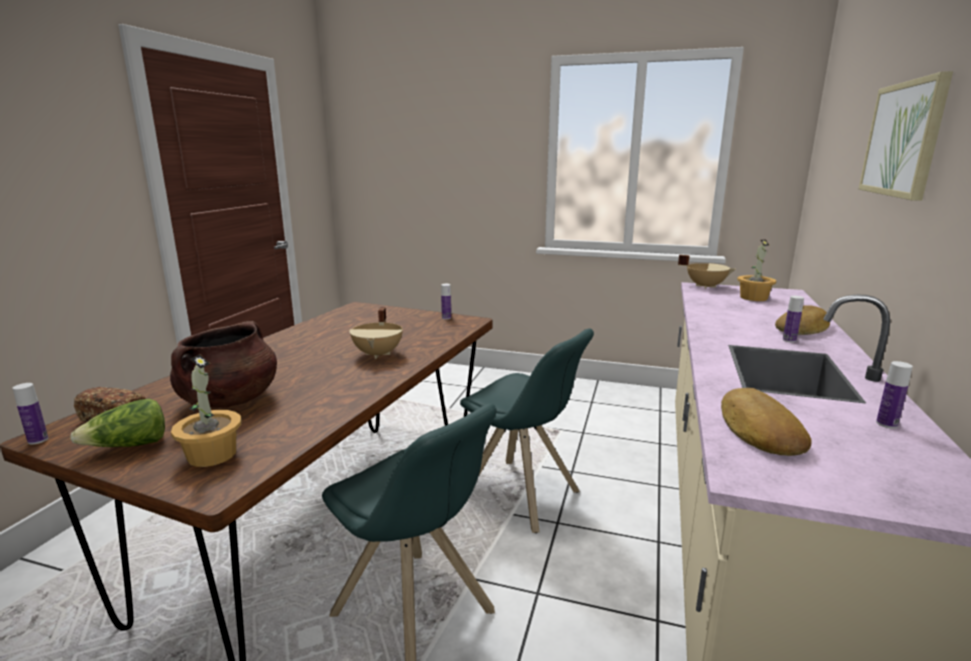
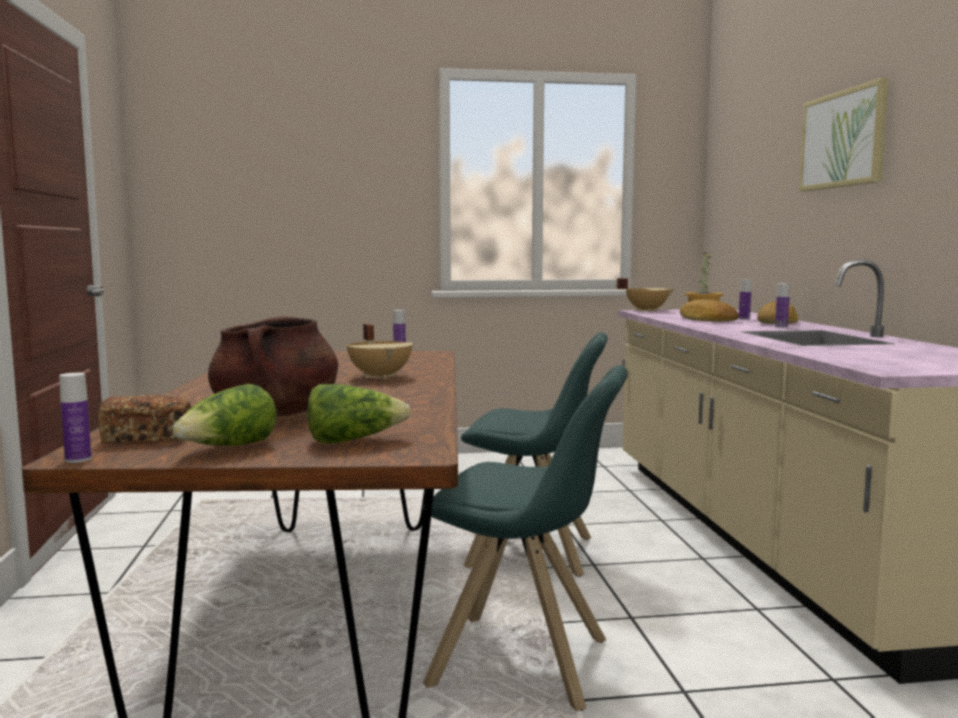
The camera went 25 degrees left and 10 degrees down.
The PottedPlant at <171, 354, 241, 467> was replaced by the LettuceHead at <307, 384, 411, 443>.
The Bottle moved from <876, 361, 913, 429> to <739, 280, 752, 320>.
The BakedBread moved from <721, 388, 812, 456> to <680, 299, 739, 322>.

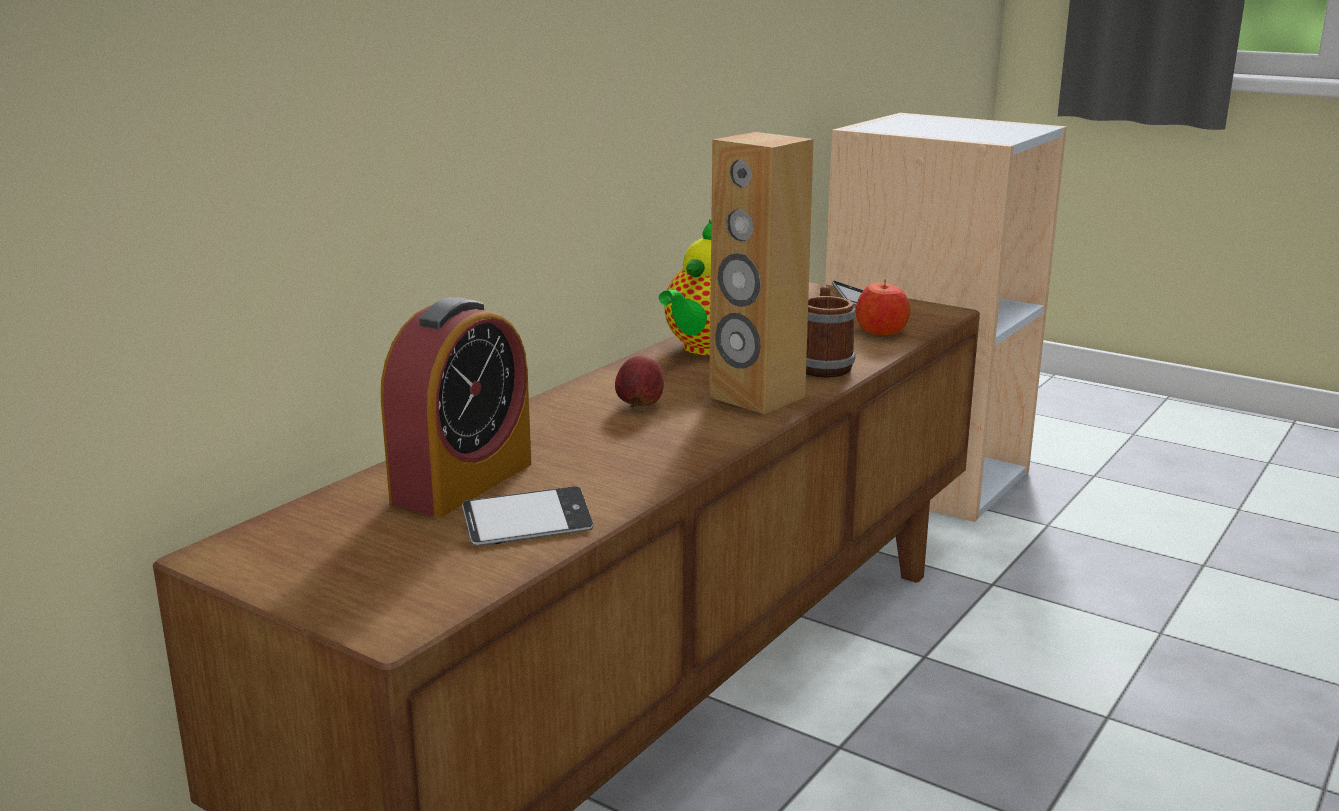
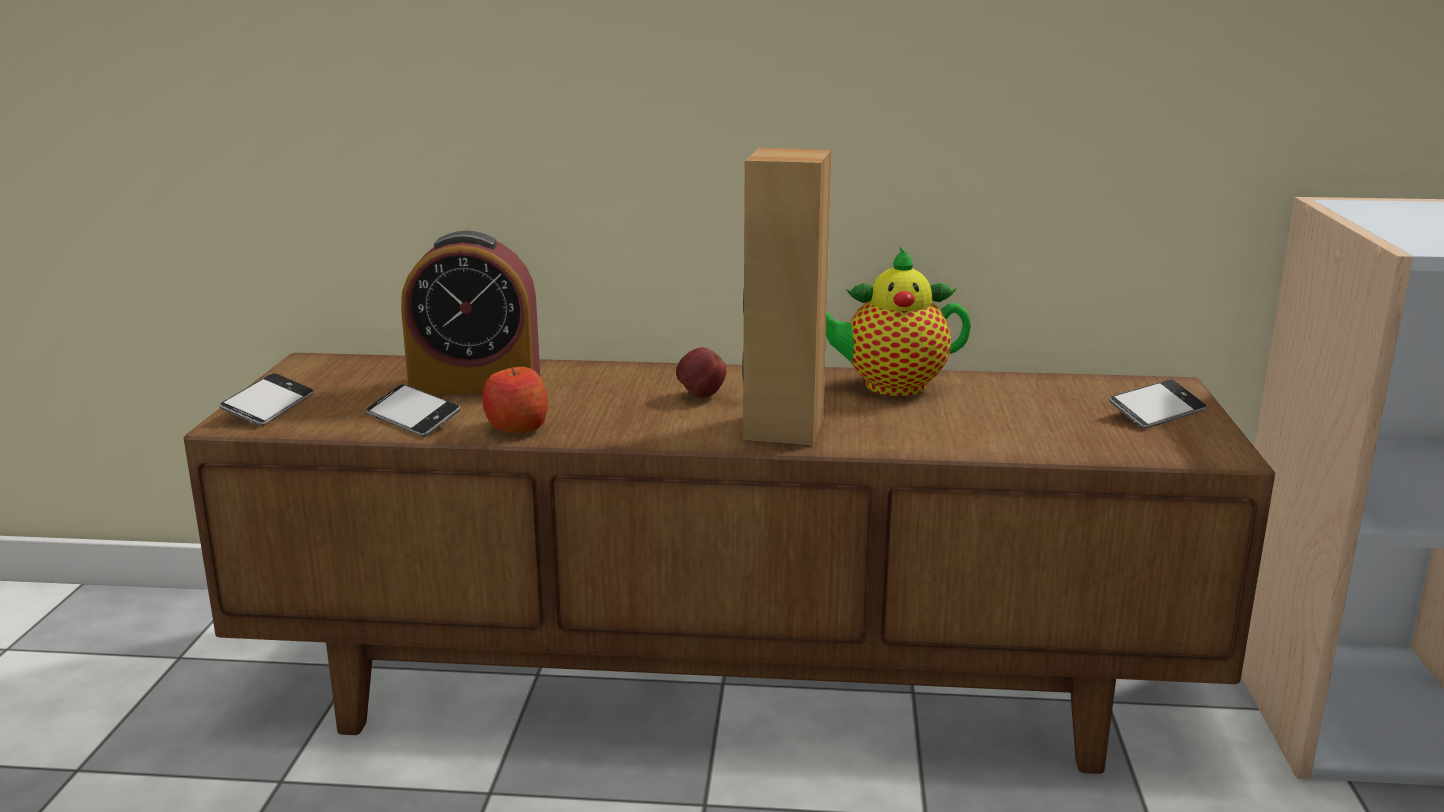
The camera went 60 degrees right and 0 degrees up.
The Apple moved from <855, 279, 910, 335> to <482, 364, 548, 433>.
The CoffeeMug at <806, 286, 856, 378> disappeared.
The Phone at <219, 373, 313, 426> appeared.

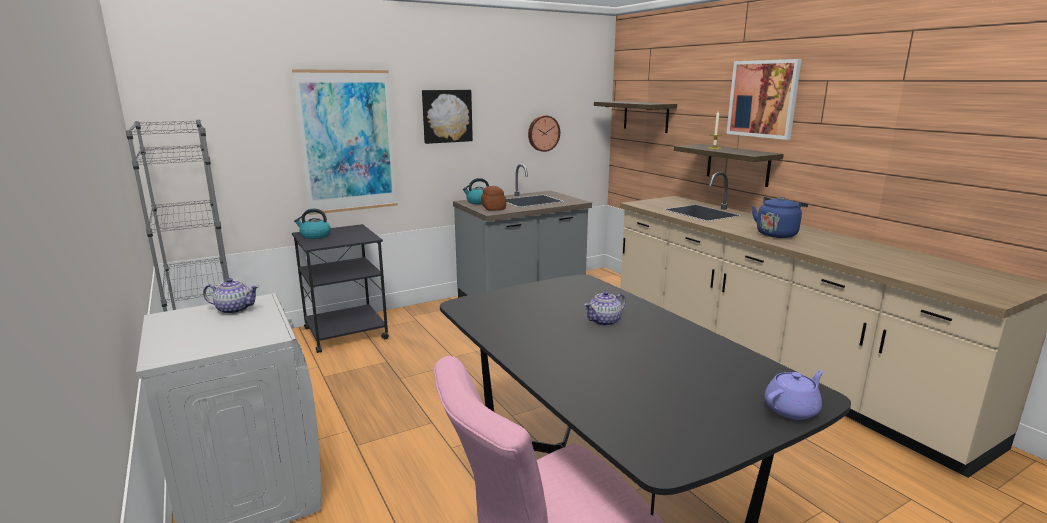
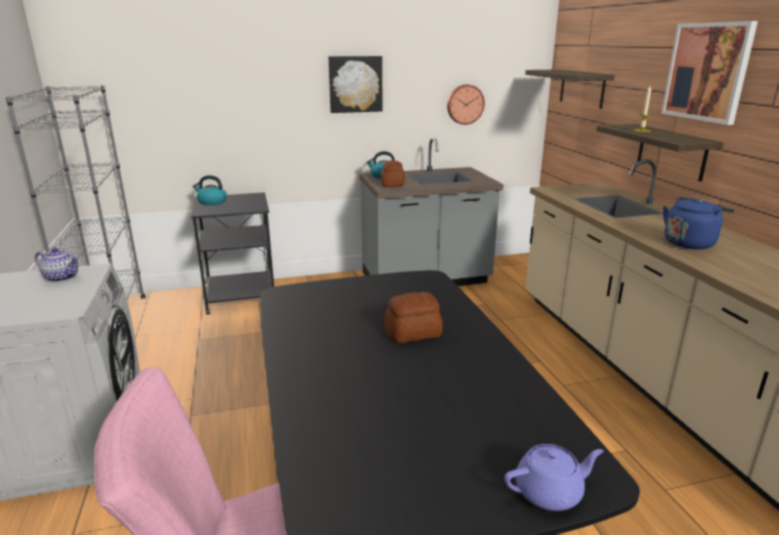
The camera went 15 degrees right and 5 degrees up.
The Picture at <292, 69, 398, 215> disappeared.
The PotForTea at <584, 291, 626, 326> was replaced by the BakedBread at <384, 292, 443, 344>.

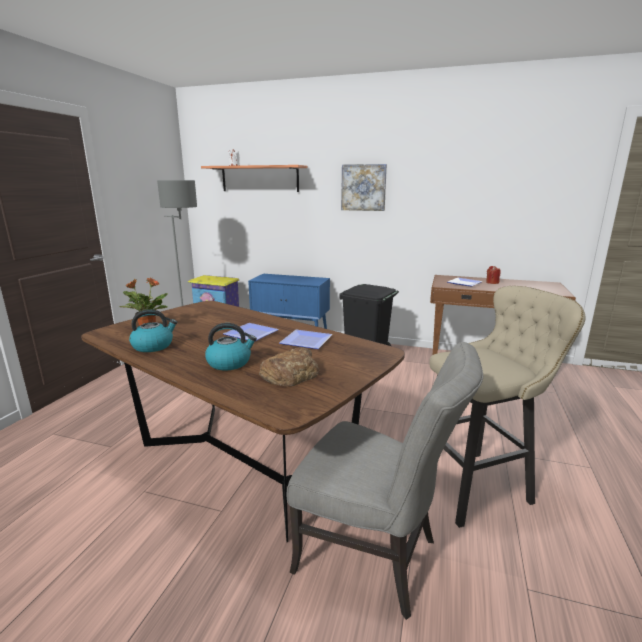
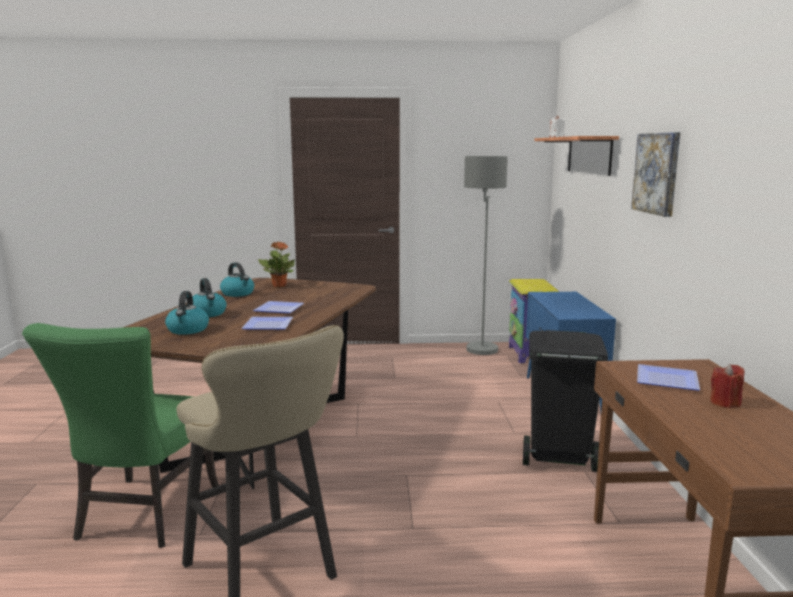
The camera went 70 degrees right and 5 degrees down.
The GrayChair at <287, 342, 483, 620> became the GreenChair at <22, 323, 219, 548>.
The BakedBread at <259, 347, 319, 386> was replaced by the TeaKettle at <165, 291, 209, 335>.

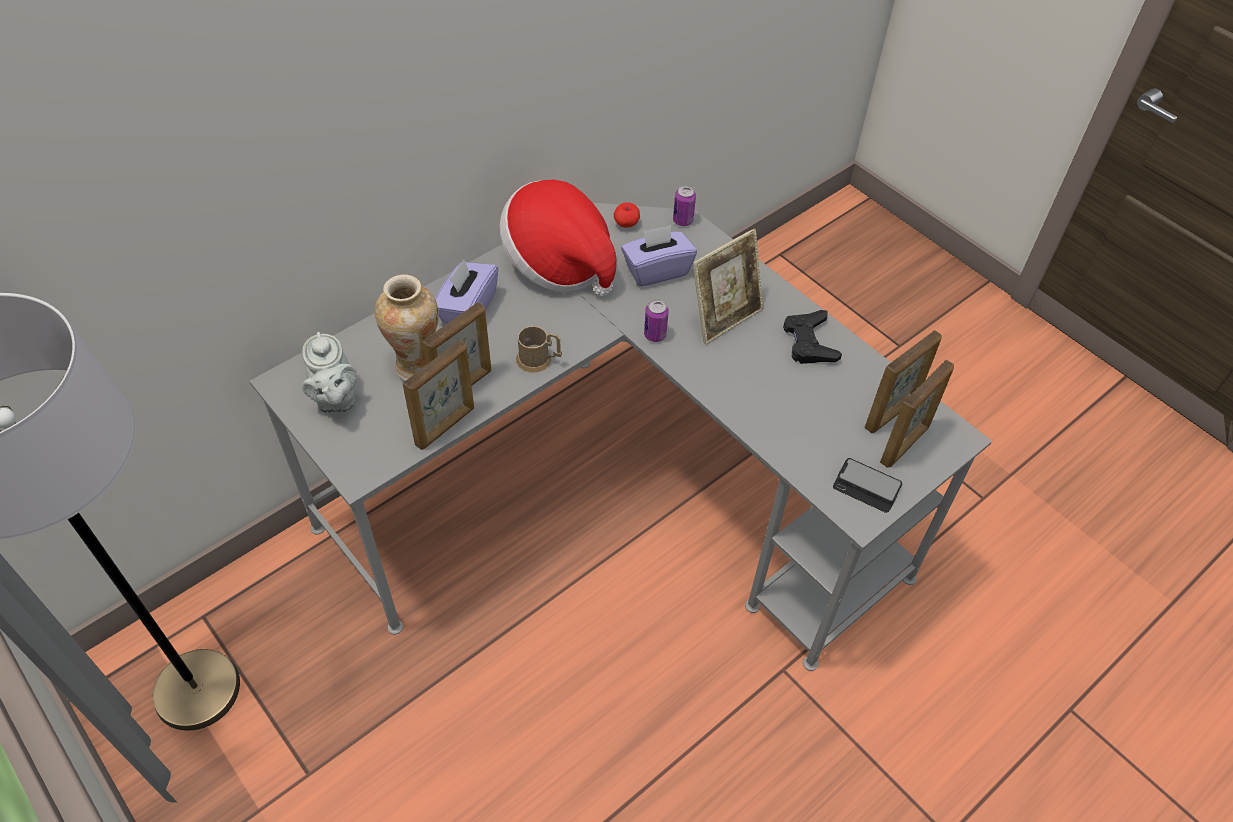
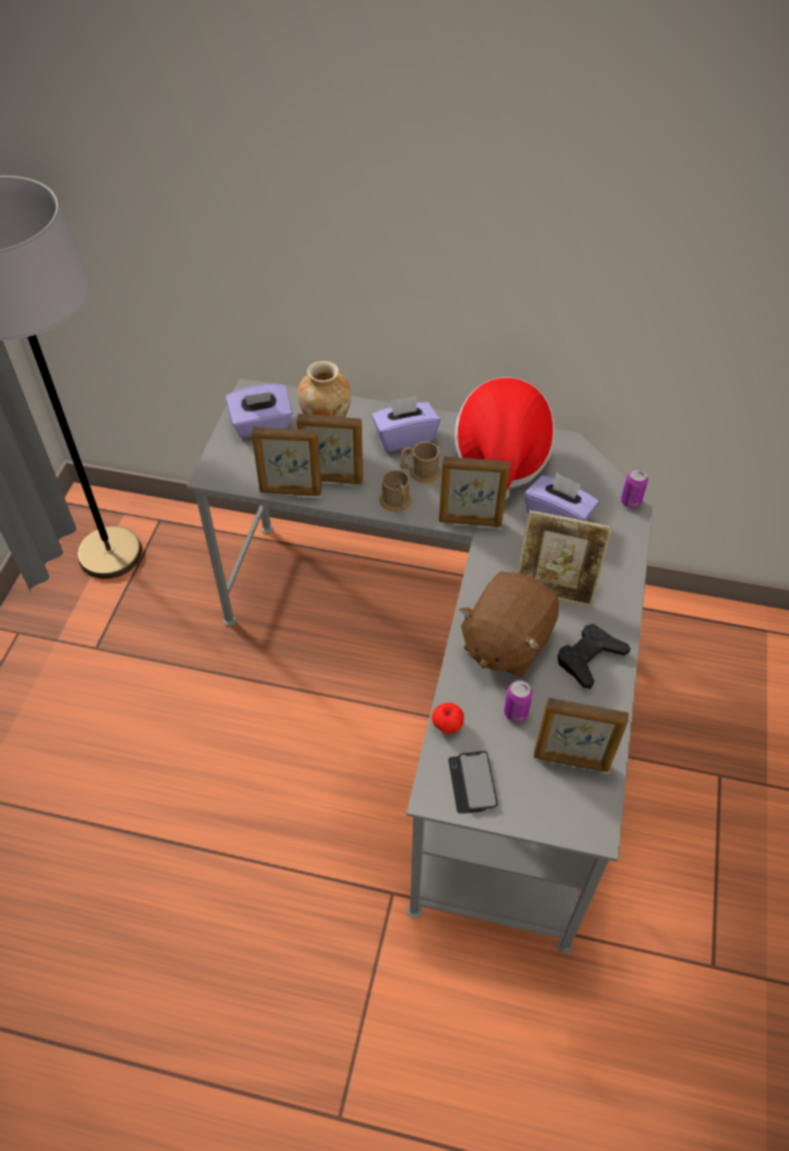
The camera went 55 degrees right and 0 degrees up.
The Apple moved from <614, 202, 640, 228> to <432, 703, 464, 734>.
The Can moved from <644, 299, 669, 342> to <504, 680, 533, 722>.
The GrayPotForTea at <302, 332, 358, 413> was replaced by the PurplishBoxOfTissues at <225, 383, 293, 438>.
The PhotoFrame moved from <880, 360, 954, 468> to <439, 456, 510, 527>.
The BrownColouredCoffeeMug at <400, 442, 441, 483> appeared.
The BrownColouredPlushToy at <459, 572, 559, 677> appeared.

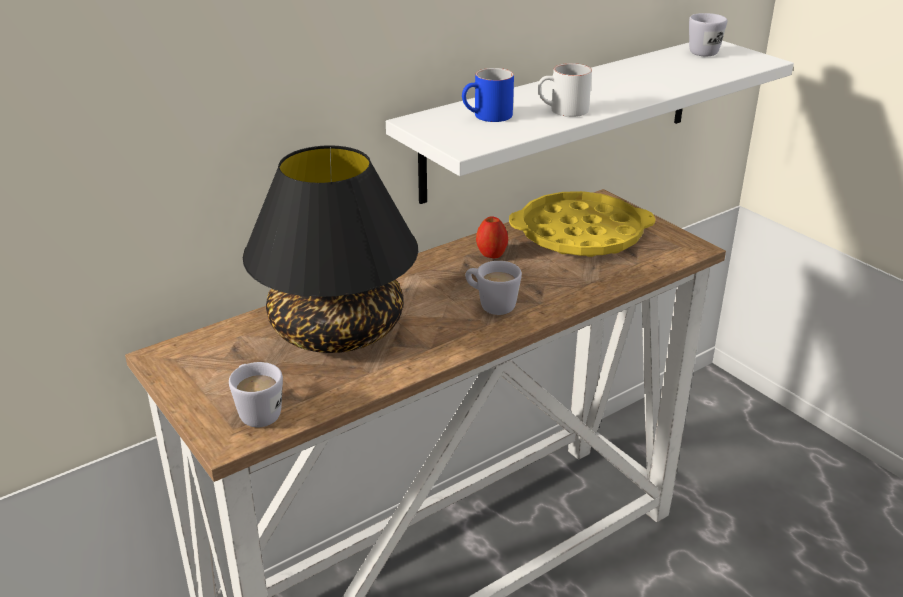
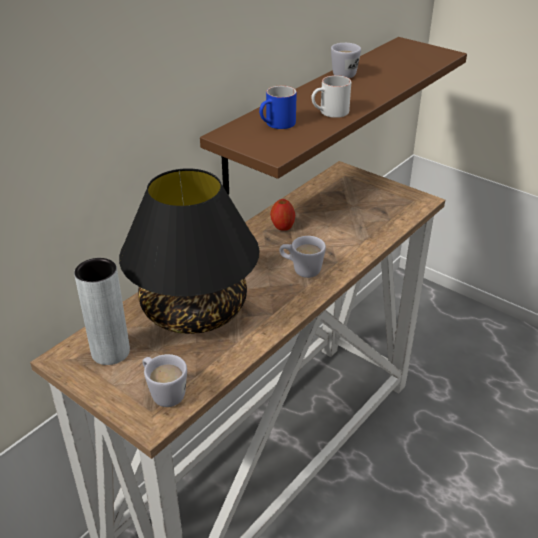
The camera went 15 degrees left and 5 degrees up.
The WhitishCoffeeMug moved from <689, 13, 727, 56> to <331, 43, 361, 78>.
The WhitishWallShelf at <386, 41, 794, 204> became the BrownColouredWallShelf at <200, 37, 467, 195>.
The YellowishTray at <509, 191, 656, 257> disappeared.
The GrayVase at <74, 258, 130, 365> appeared.

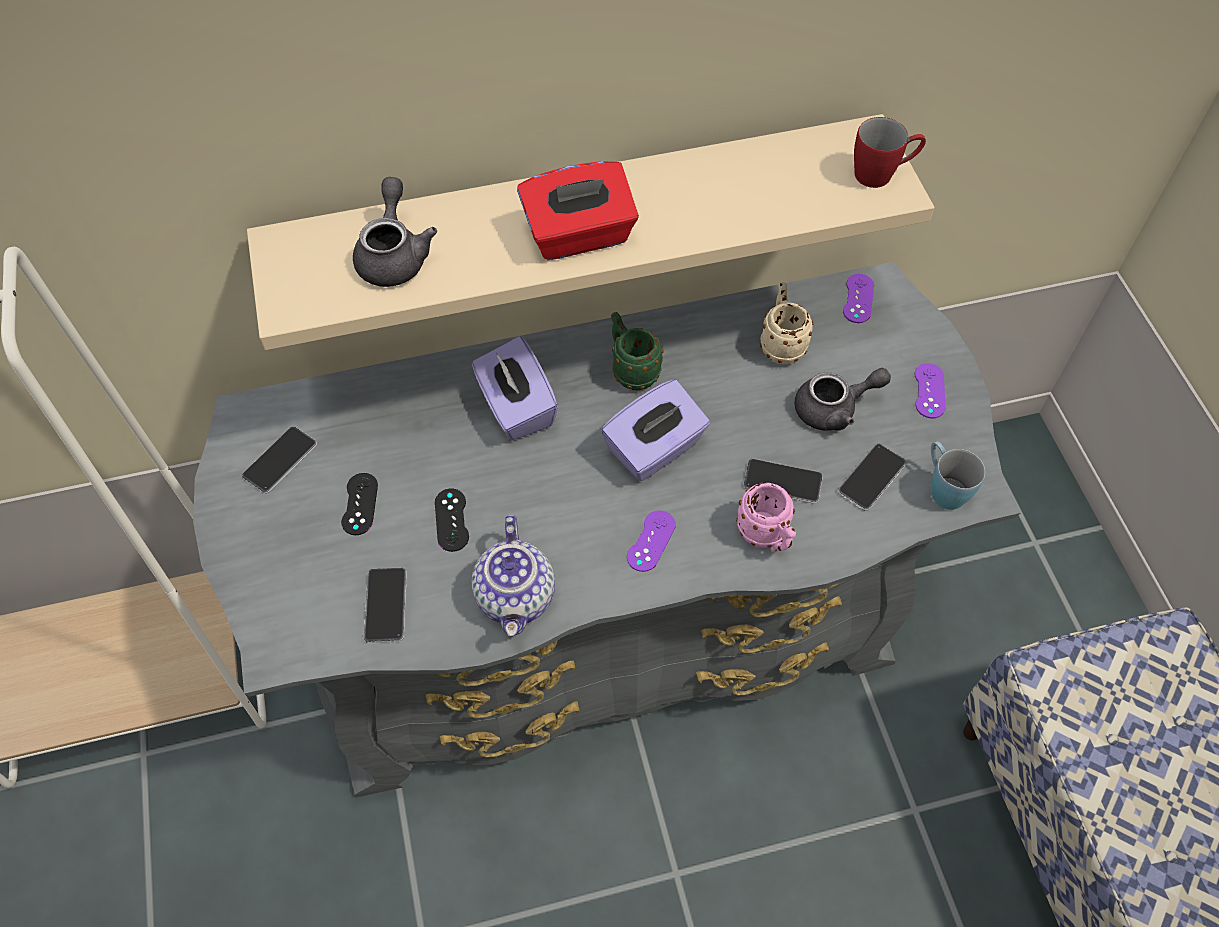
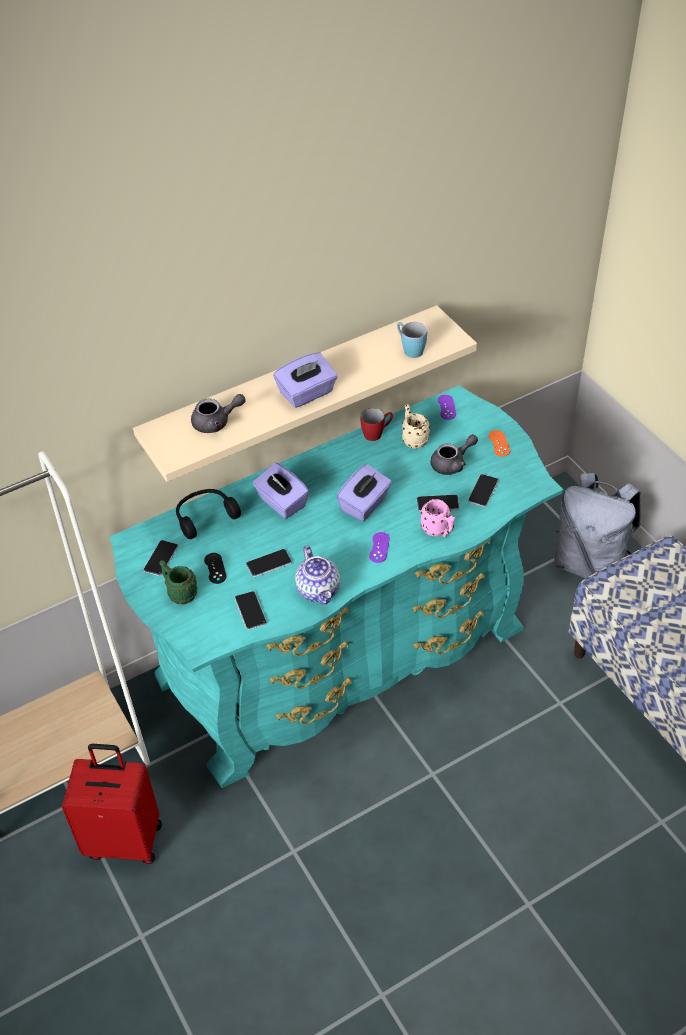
The camera went 15 degrees left and 10 degrees down.
The RedColouredCoffeeMug moved from <854, 117, 926, 188> to <360, 408, 393, 441>.
The RedColouredBoxOfTissues at <517, 161, 639, 260> became the PurplishBoxOfTissues at <273, 353, 337, 408>.
The GrayPotForTea at <353, 177, 437, 287> turned 90 degrees clockwise.
The GrayDresser at <193, 262, 1021, 798> became the TurquoiseDresser at <110, 385, 564, 788>.
The GreenCoffeeMug moved from <611, 312, 663, 390> to <159, 560, 198, 604>.
The PurplishJoypad at <915, 363, 945, 418> became the OrangeyJoypad at <489, 430, 510, 457>.
The BlueCoffeeMug moved from <931, 441, 985, 510> to <397, 322, 427, 358>.
The BlackColouredJoypad at <435, 489, 469, 552> was replaced by the Phone at <246, 549, 292, 577>.
The GrayRucksack at <554, 473, 641, 578> appeared.
The BlackColouredHeadphones at <176, 489, 241, 539> appeared.
The RedColouredSuitcase at <62, 744, 162, 864> appeared.

